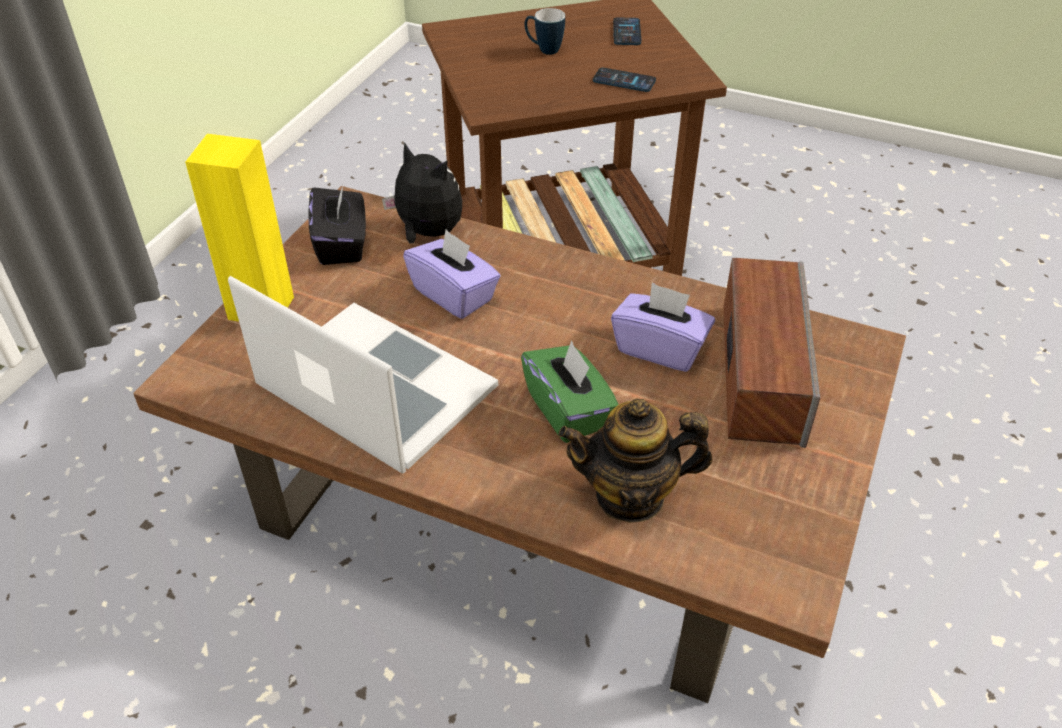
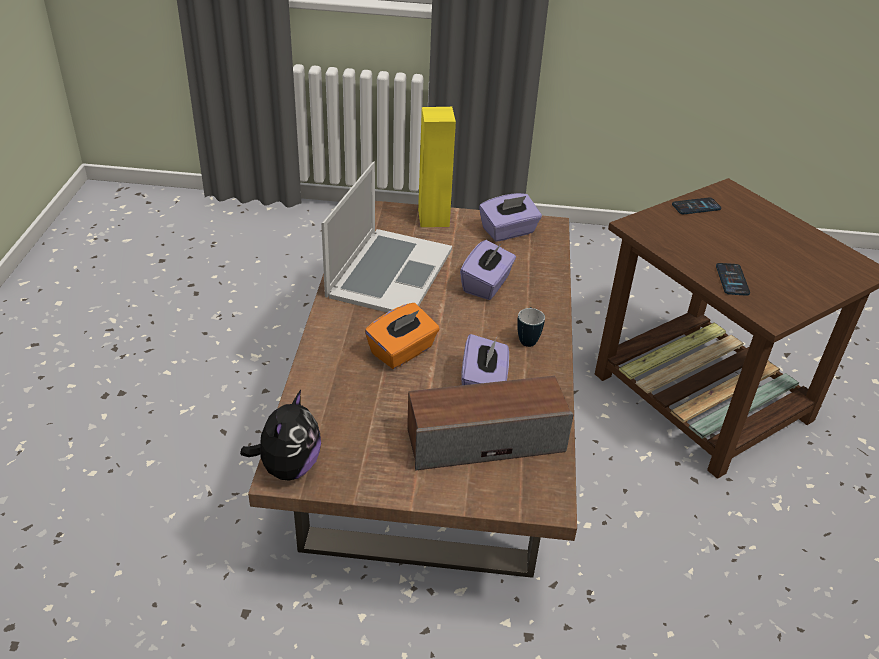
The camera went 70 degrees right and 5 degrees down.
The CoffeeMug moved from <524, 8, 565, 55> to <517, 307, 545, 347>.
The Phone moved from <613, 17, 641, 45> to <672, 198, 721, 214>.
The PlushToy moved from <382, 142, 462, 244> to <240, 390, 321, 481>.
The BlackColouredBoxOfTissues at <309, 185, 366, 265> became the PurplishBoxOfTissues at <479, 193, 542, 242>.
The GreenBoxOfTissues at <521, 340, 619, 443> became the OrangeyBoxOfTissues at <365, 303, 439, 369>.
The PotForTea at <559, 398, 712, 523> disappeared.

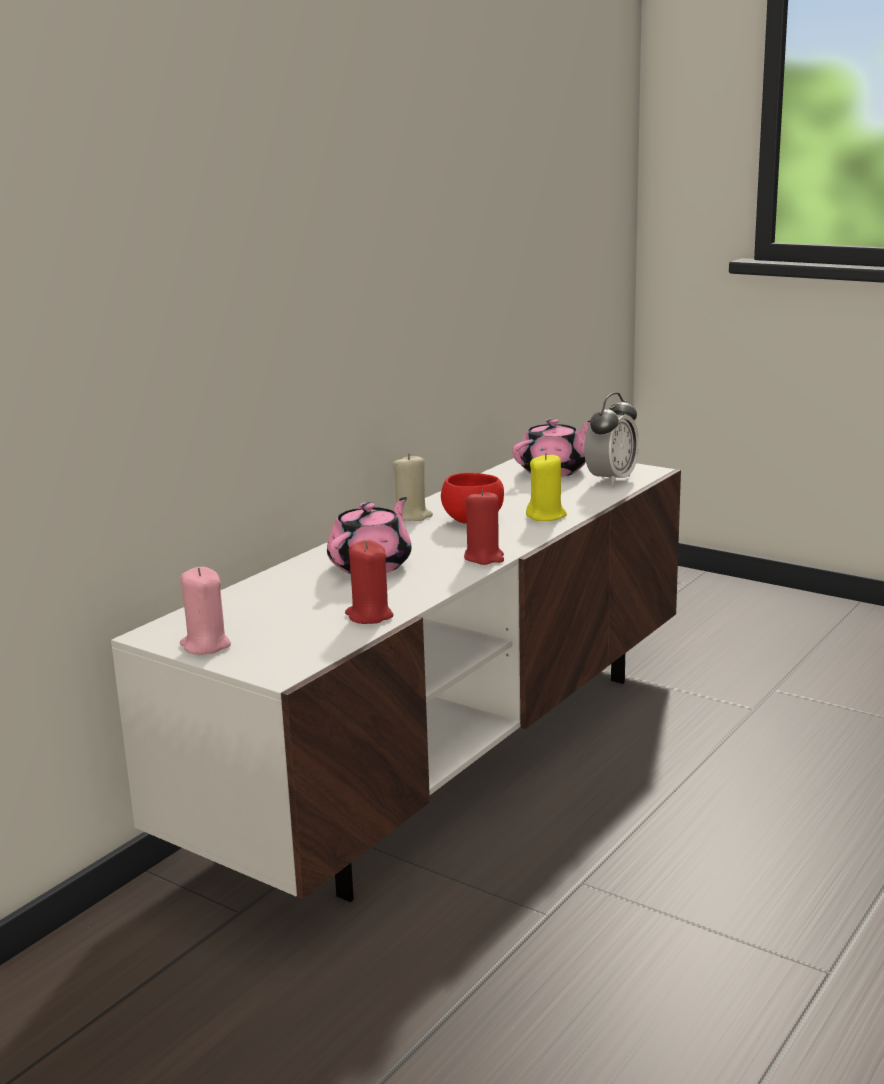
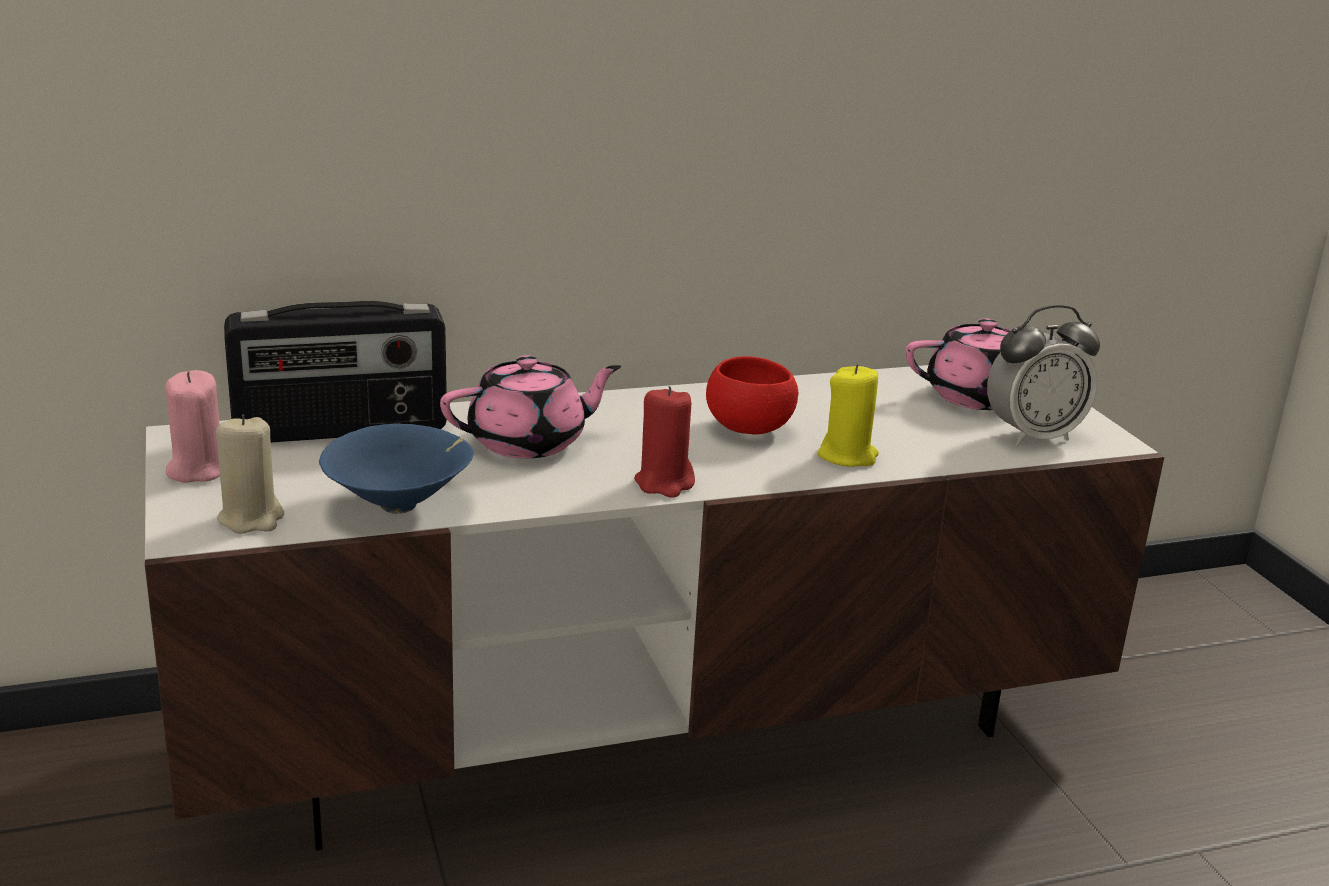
The camera went 35 degrees right and 5 degrees up.
The BeigeColouredWaxLight moved from <393, 454, 433, 521> to <216, 415, 284, 534>.
The RedColouredWaxLight at <345, 540, 393, 624> was replaced by the BlueDeepDish at <319, 423, 474, 514>.
The RadioSet at <224, 301, 447, 442> appeared.

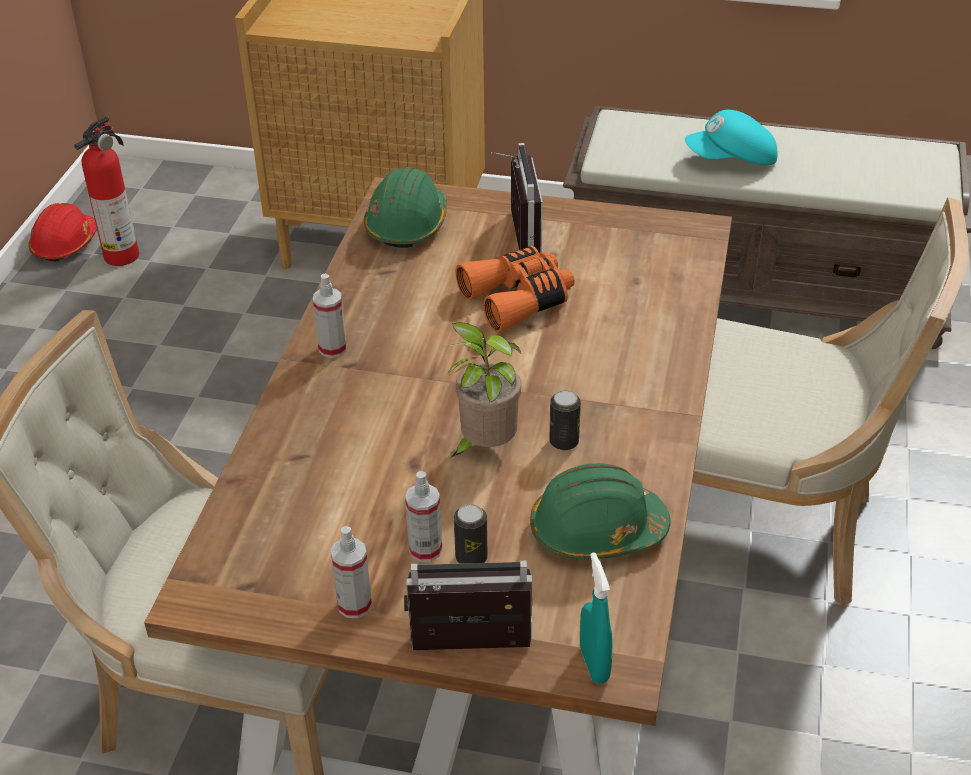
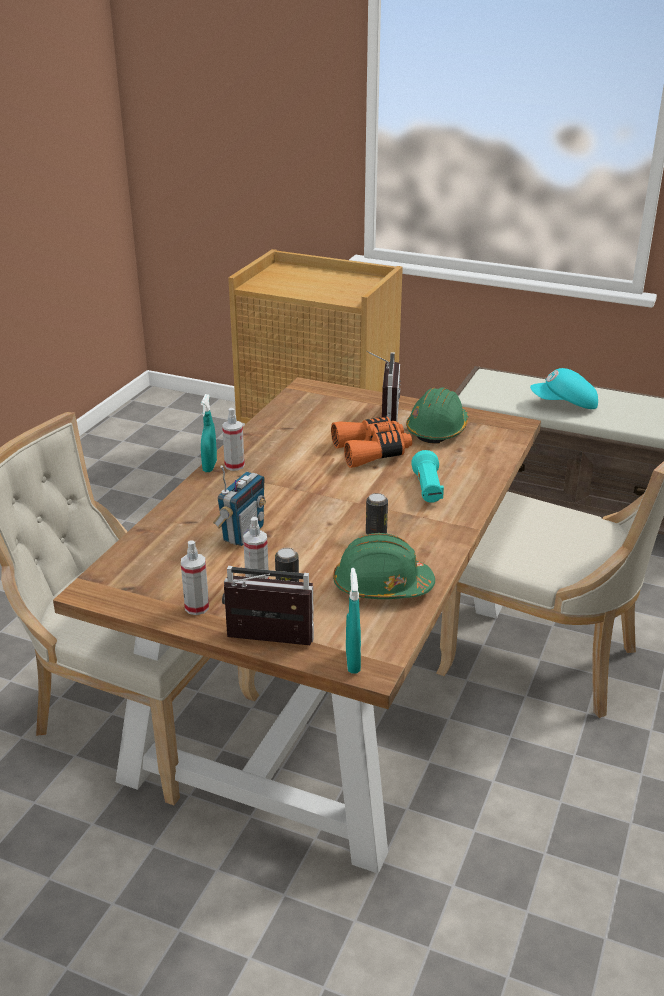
The camera went 10 degrees right and 10 degrees down.
The FireFightingCylinder at <74, 116, 139, 266> disappeared.
The GreenHardHat moved from <363, 167, 447, 248> to <406, 387, 468, 444>.
The RedColouredHardHat at <29, 203, 97, 262> disappeared.
The PottedPlant at <443, 322, 521, 457> disappeared.
The TurquoiseSprayer at <201, 394, 217, 472> appeared.
The TurquoiseFlashlight at <411, 450, 444, 503> appeared.
The RadioSet at <213, 465, 266, 546> appeared.

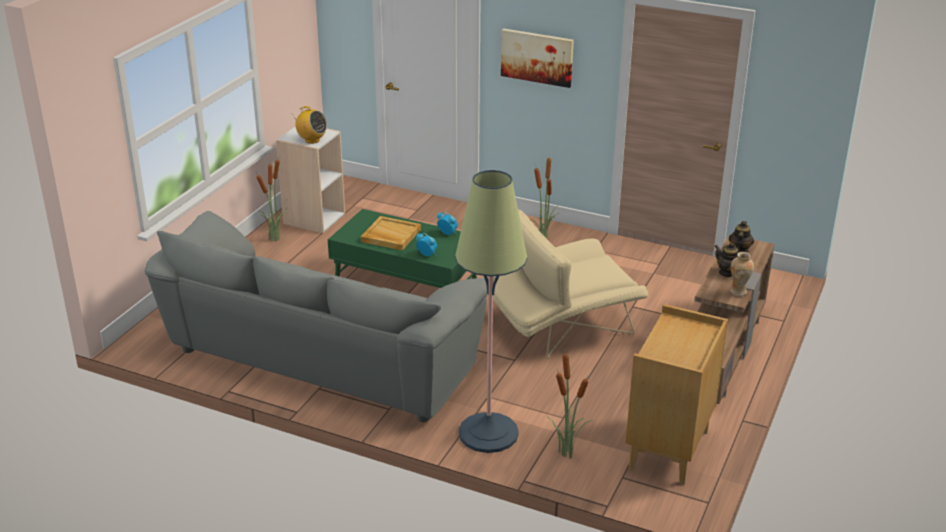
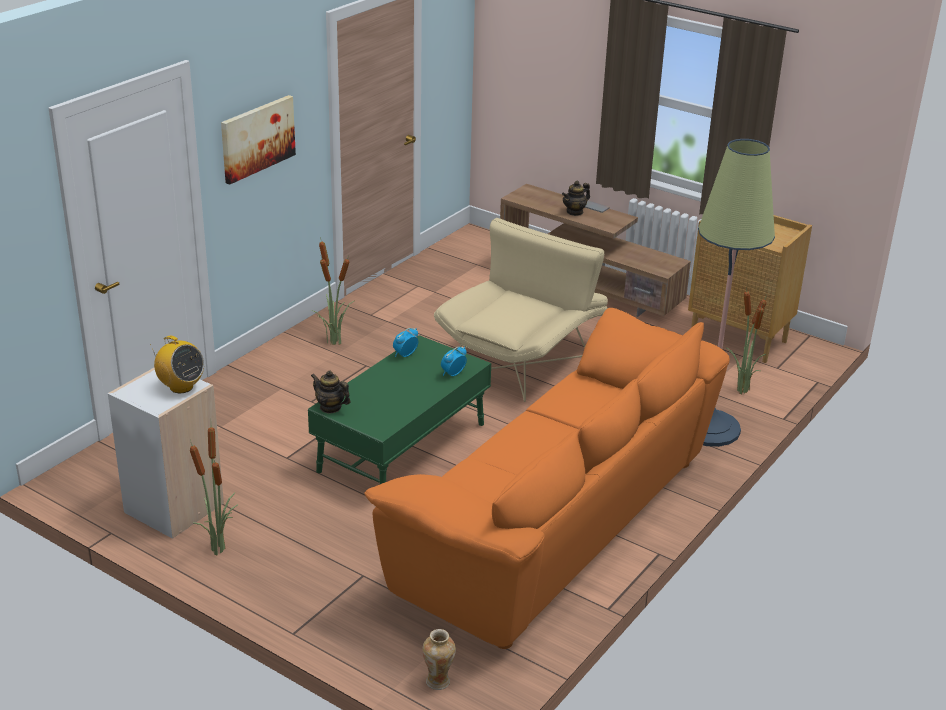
The camera went 80 degrees left and 0 degrees up.
The RadioSet at <294, 106, 327, 144> turned 90 degrees clockwise.
The BeigeColouredArmchair at <487, 209, 648, 359> turned 135 degrees counterclockwise.
The GrayCouch at <145, 211, 488, 422> became the OrangeyCouch at <365, 308, 730, 649>.
The BeigeColouredTray at <361, 216, 421, 251> disappeared.
The PotForTea moved from <729, 221, 754, 253> to <311, 370, 351, 413>.
The Vase moved from <730, 252, 754, 296> to <422, 629, 456, 690>.

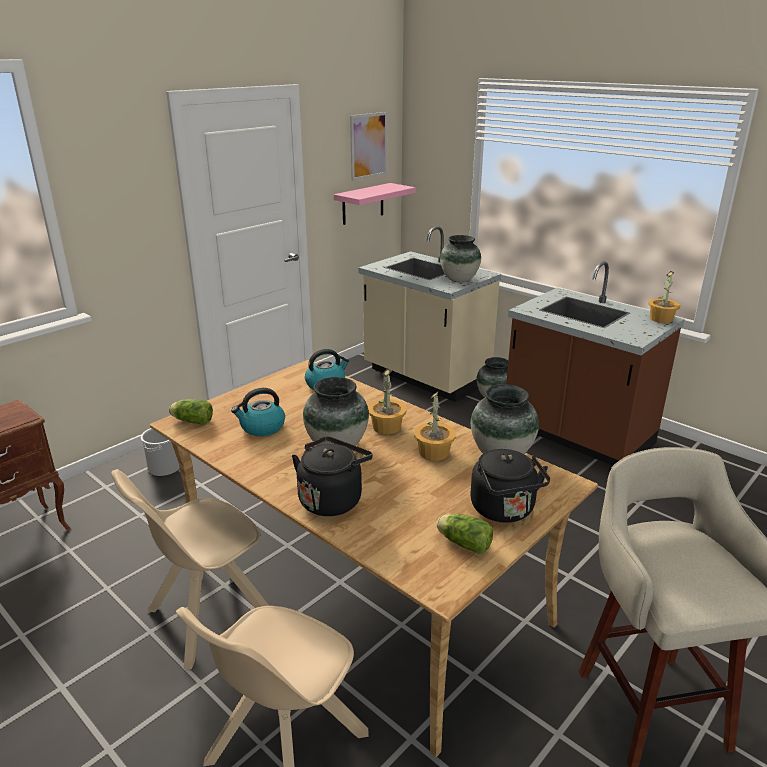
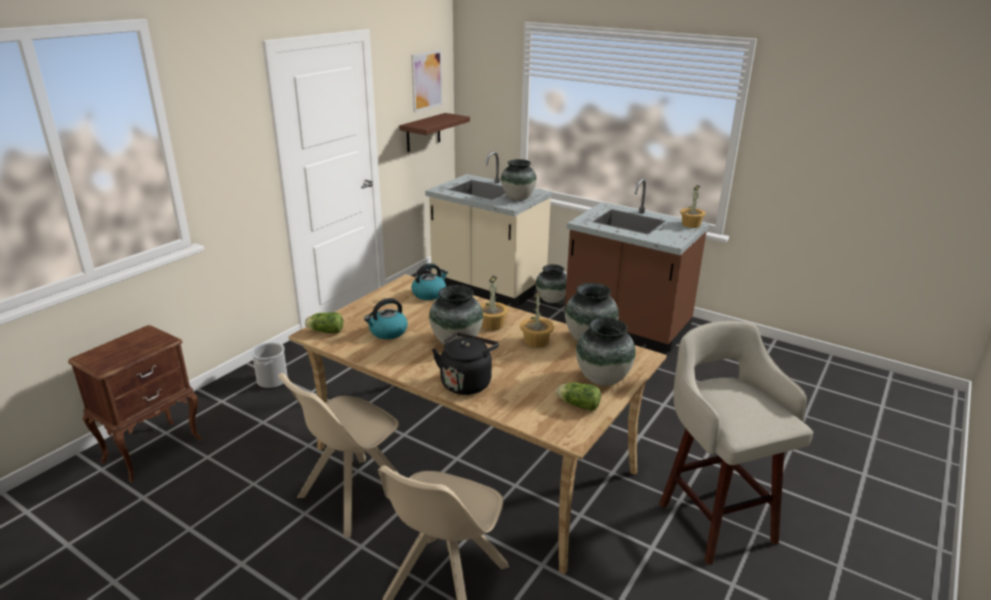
The camera went 10 degrees left and 0 degrees up.
The PinkWallShelf at <334, 183, 416, 225> became the BrownColouredWallShelf at <399, 113, 470, 152>.
The BlackColouredTeaKettle at <470, 449, 550, 523> was replaced by the Vase at <576, 317, 636, 386>.

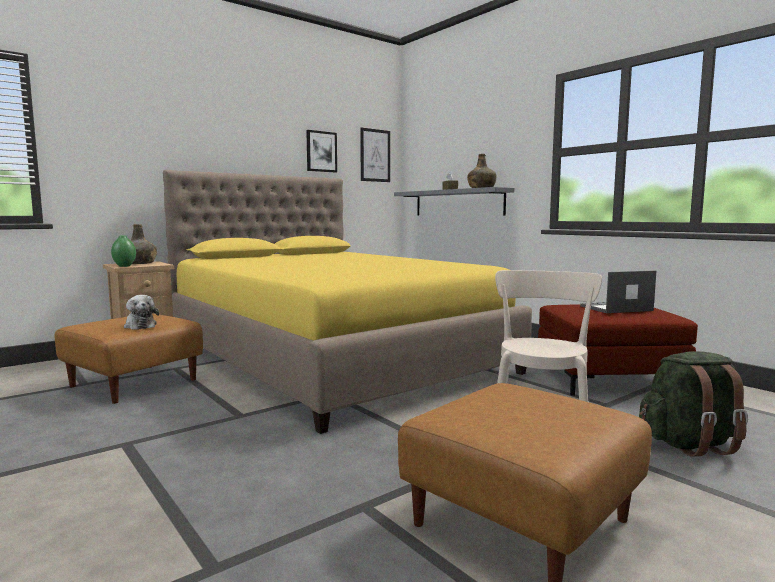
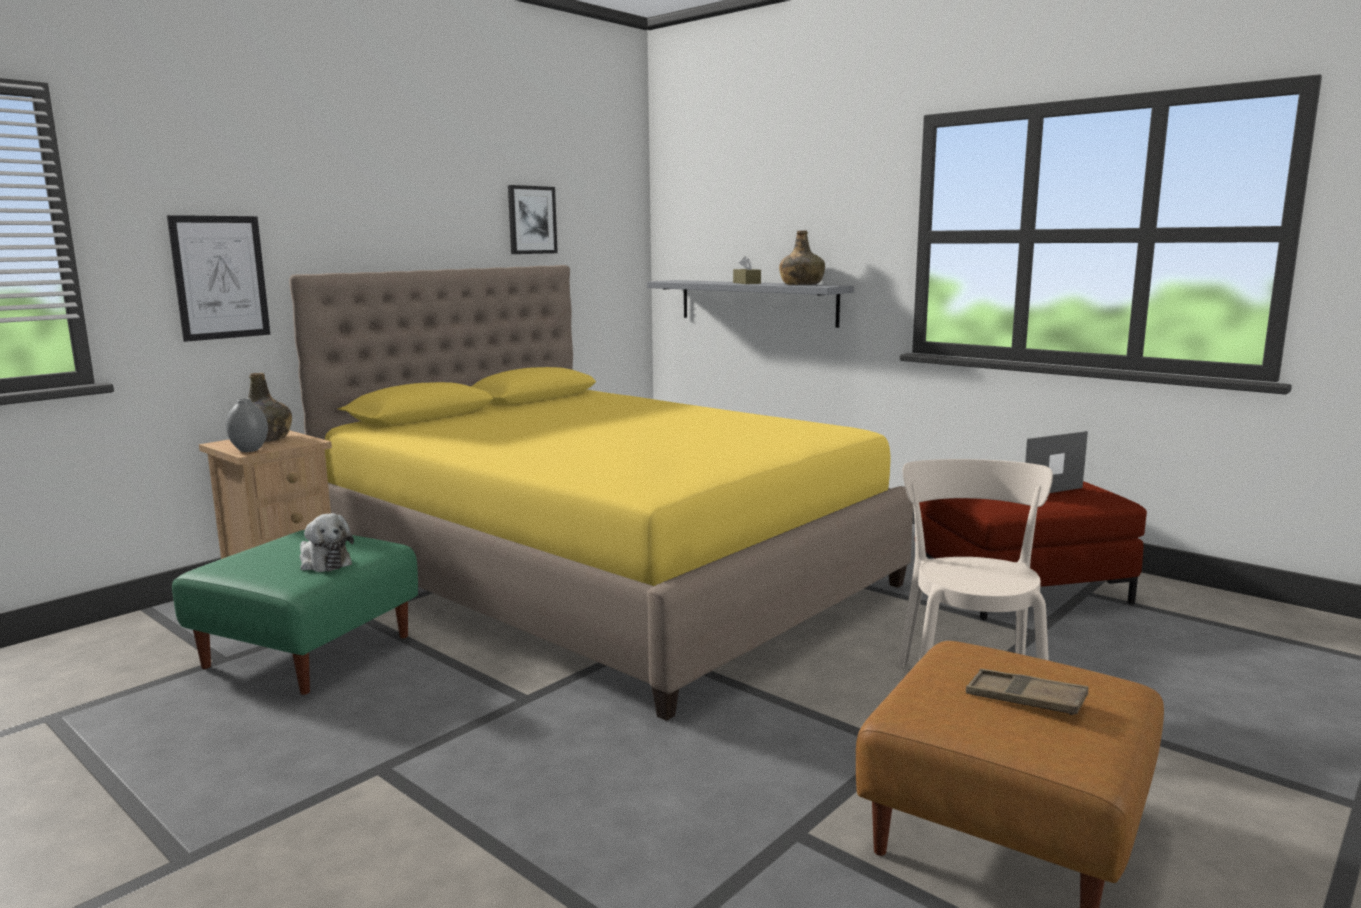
The camera went 10 degrees left and 5 degrees up.
The Picture moved from <360, 128, 390, 182> to <167, 215, 270, 342>.
The GreenVase at <111, 236, 136, 267> became the GrayVase at <226, 398, 268, 452>.
The BrownColouredFootrest at <54, 314, 203, 404> became the GreenFootrest at <172, 530, 418, 695>.
The GreenRucksack at <639, 351, 748, 456> disappeared.
The BrownColouredTray at <966, 669, 1088, 715> appeared.

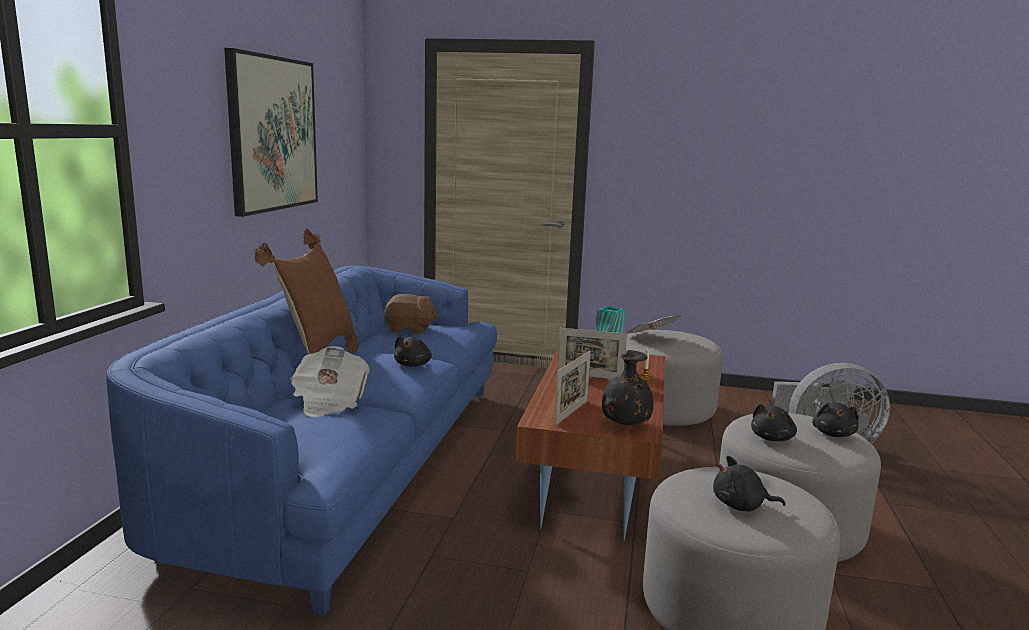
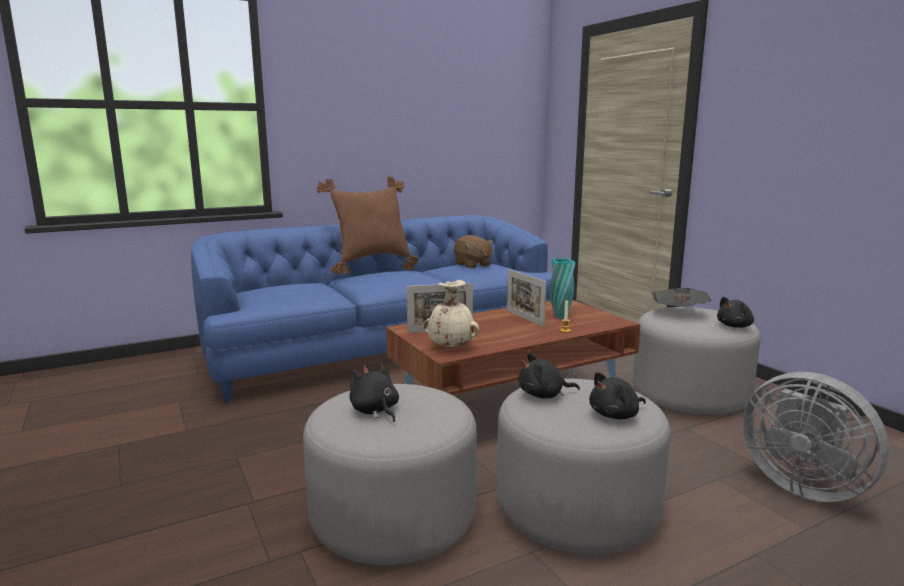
The camera went 50 degrees right and 0 degrees up.
The Picture at <224, 48, 318, 217> disappeared.
The BlackColouredPlushToy moved from <394, 336, 432, 367> to <717, 297, 754, 328>.
The Newspaper at <290, 346, 370, 417> disappeared.
The BlackColouredVase at <602, 350, 654, 425> became the BeigeColouredVase at <423, 280, 479, 348>.

